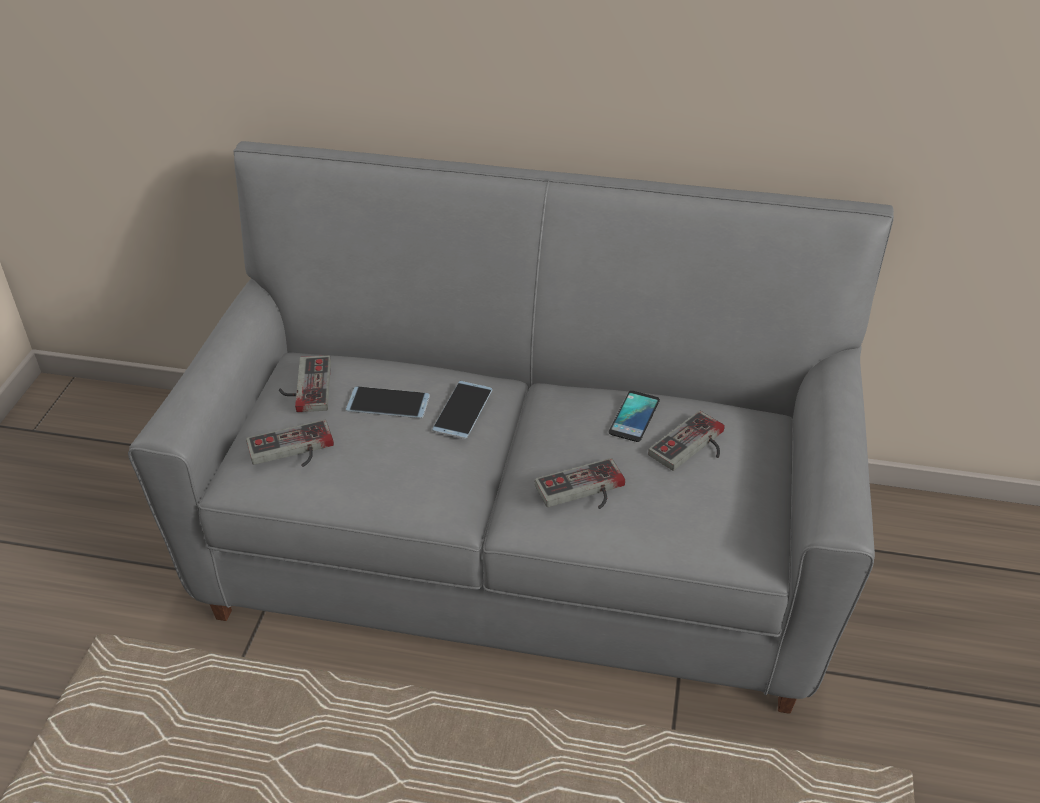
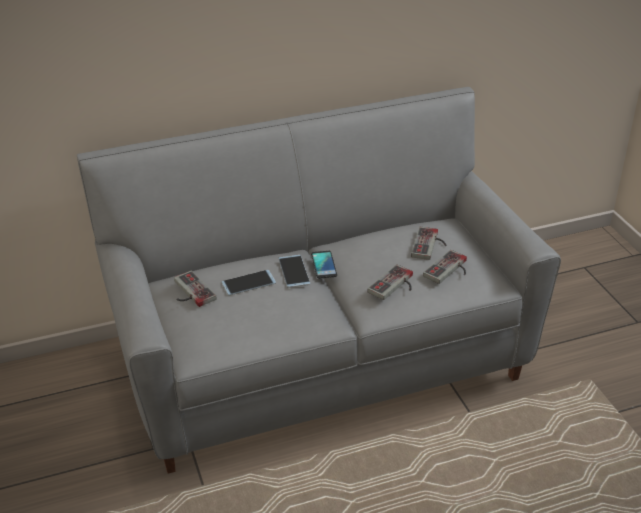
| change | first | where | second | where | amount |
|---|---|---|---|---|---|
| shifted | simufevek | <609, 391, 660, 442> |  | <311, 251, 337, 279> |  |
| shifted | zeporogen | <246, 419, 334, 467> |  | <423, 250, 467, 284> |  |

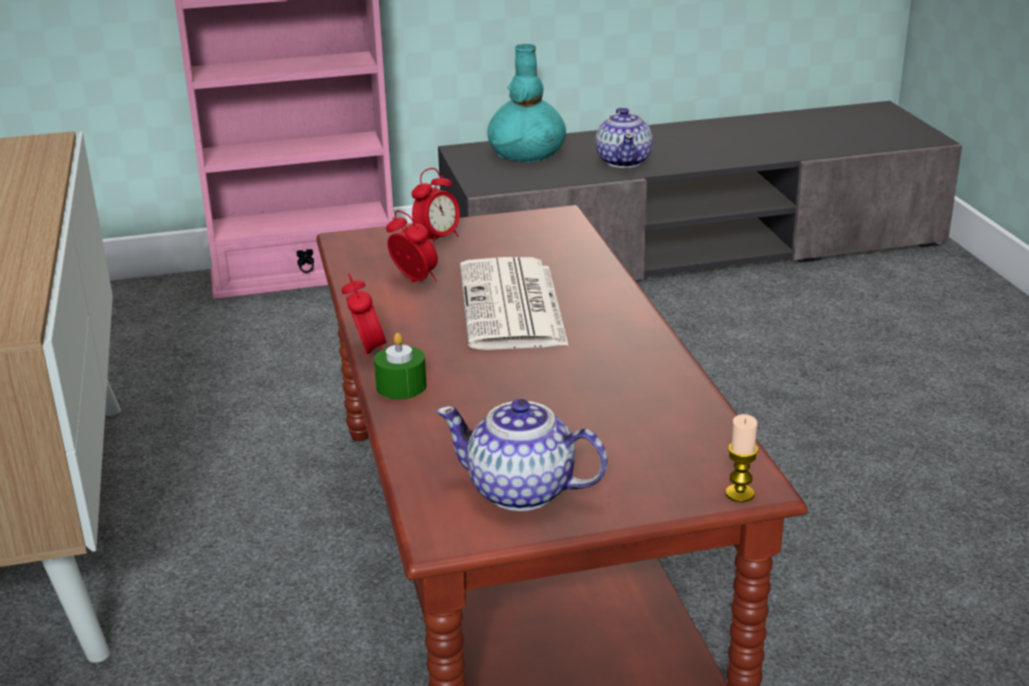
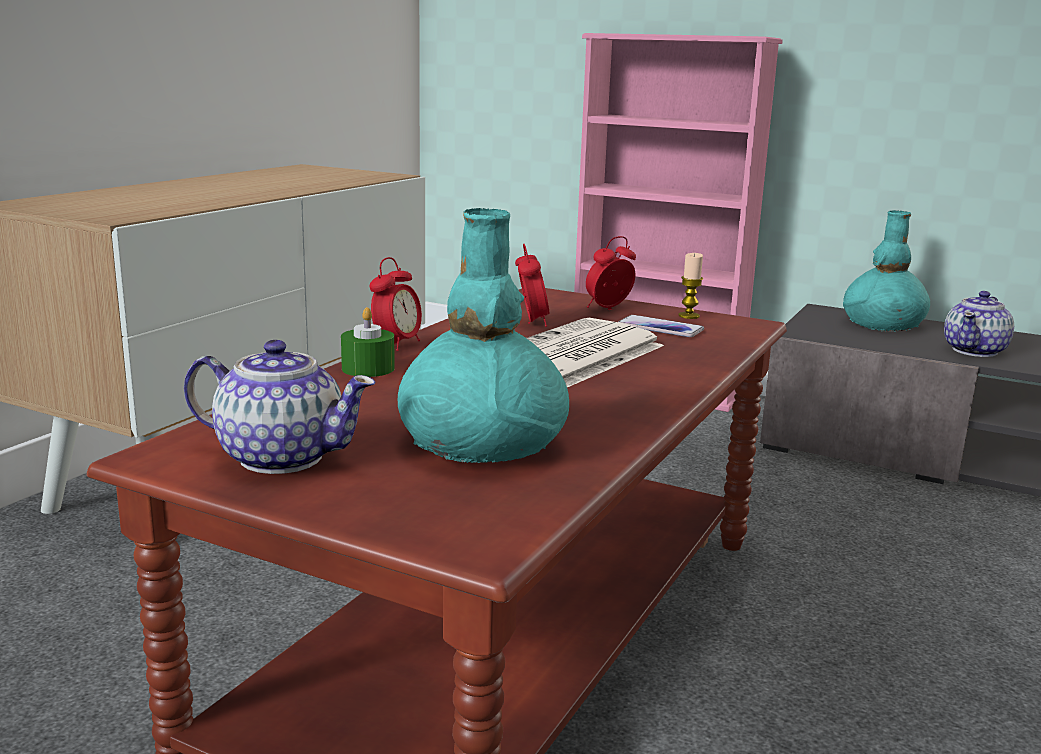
| change | first | where | second | where | amount |
|---|---|---|---|---|---|
| rotated | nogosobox | <412, 168, 460, 246> |  | <586, 236, 636, 310> | 150 degrees clockwise |
| rotated | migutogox | <436, 399, 608, 511> |  | <184, 340, 376, 474> | 135 degrees clockwise |
| shifted | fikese | <725, 414, 758, 502> |  | <678, 253, 703, 319> |  |
| new |  |  | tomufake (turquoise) | <398, 208, 569, 463> |  |
| new |  |  | simufevek | <618, 315, 704, 337> |  |

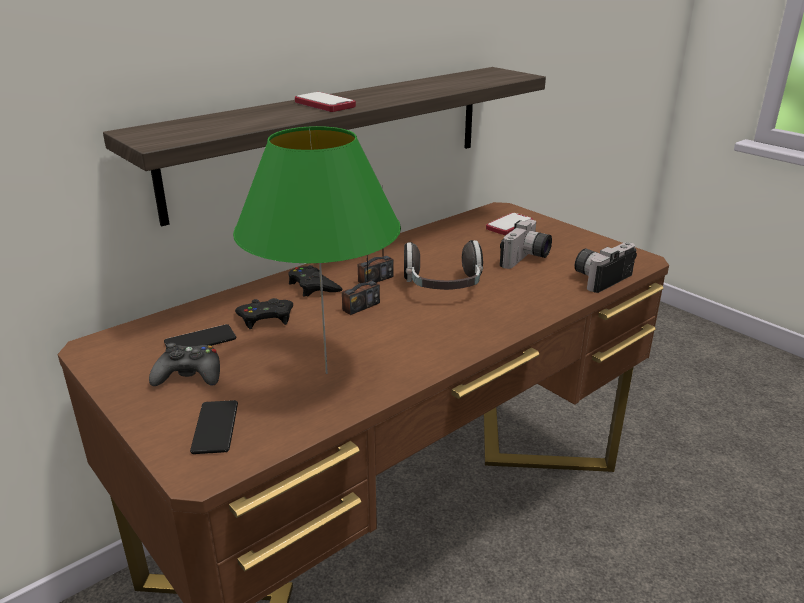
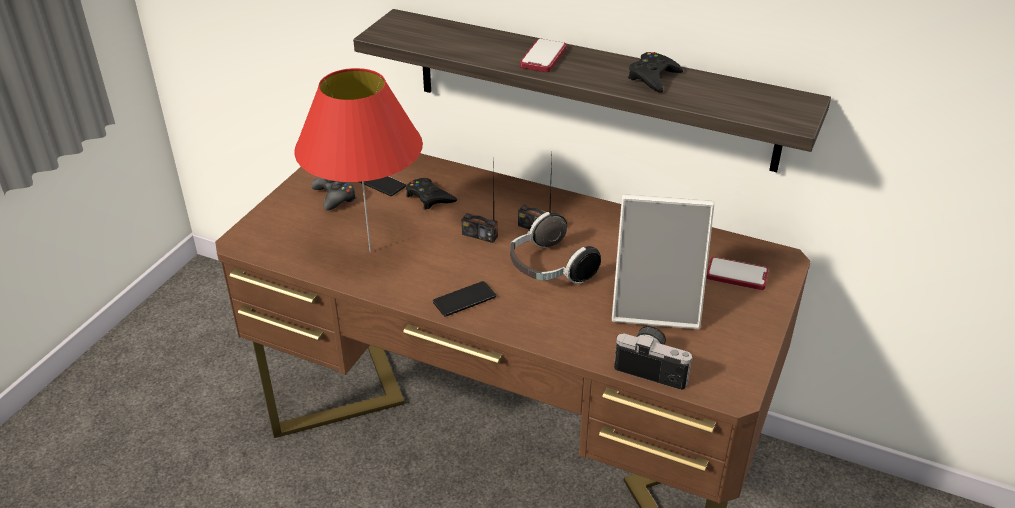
| change | first | where | second | where | amount |
|---|---|---|---|---|---|
| repainted | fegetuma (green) | <233, 126, 401, 374> | fegetuma (red) | <294, 68, 423, 252> |  |
| swapped | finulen | <500, 219, 552, 269> | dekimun | <612, 194, 715, 329> |  |
| shifted | zeporogen (black) | <288, 265, 342, 297> |  | <628, 52, 683, 93> |  |
| shifted | simufevek | <190, 400, 238, 454> |  | <433, 281, 496, 316> |  |

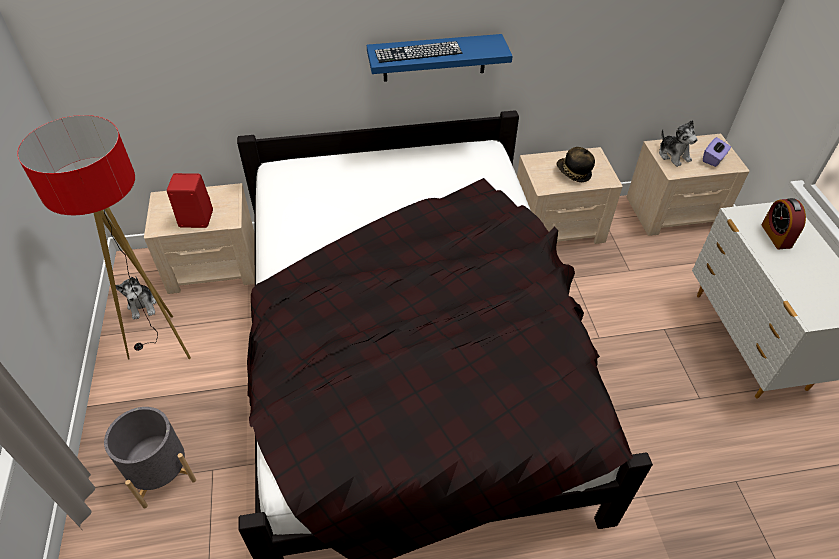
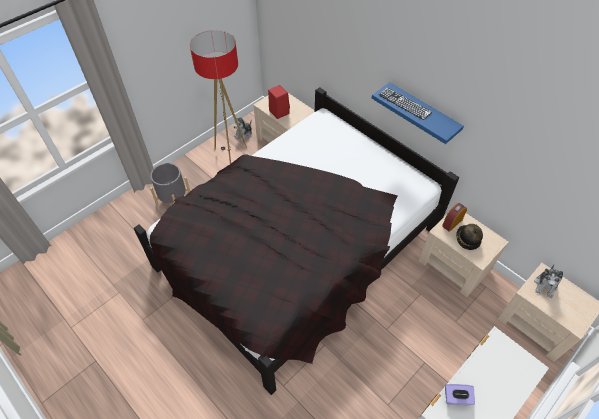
| change | first | where | second | where | amount |
|---|---|---|---|---|---|
| shifted | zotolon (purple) | <703, 137, 731, 167> |  | <445, 384, 475, 405> |  |
| shifted | nogosobox | <761, 198, 806, 249> |  | <442, 203, 467, 232> |  |

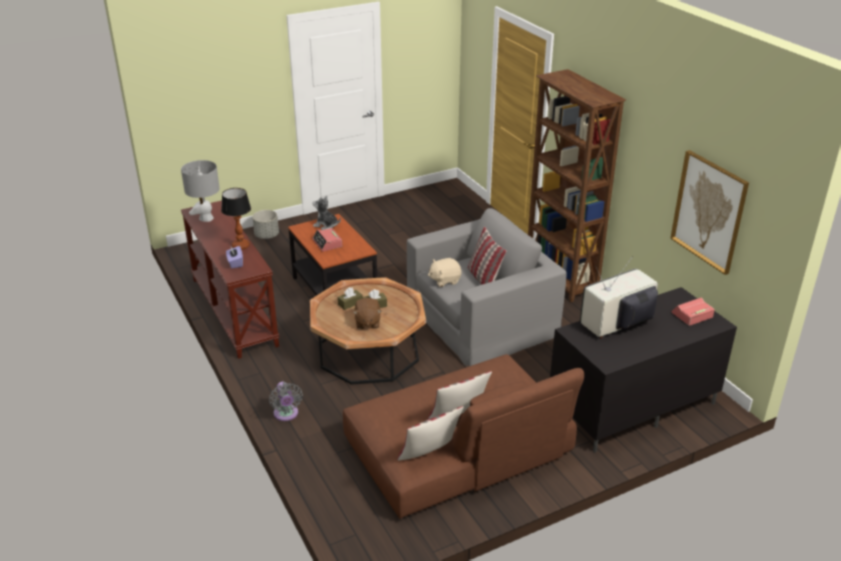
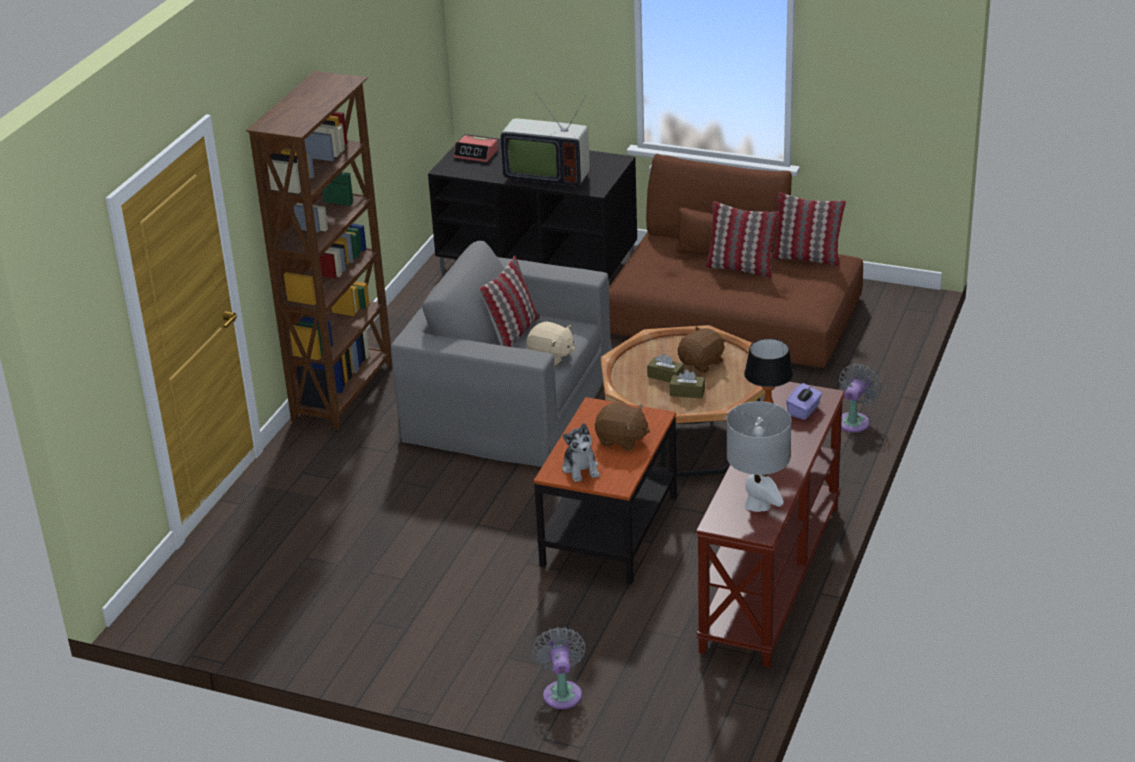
| change | first | where | second | where | amount |
|---|---|---|---|---|---|
| gone | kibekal | <670, 150, 749, 275> |  |  |  |
| swapped | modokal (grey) | <252, 210, 279, 239> | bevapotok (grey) | <533, 627, 586, 709> |  |
| swapped | nogosobox | <312, 228, 342, 252> | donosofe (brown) | <595, 402, 650, 451> |  |

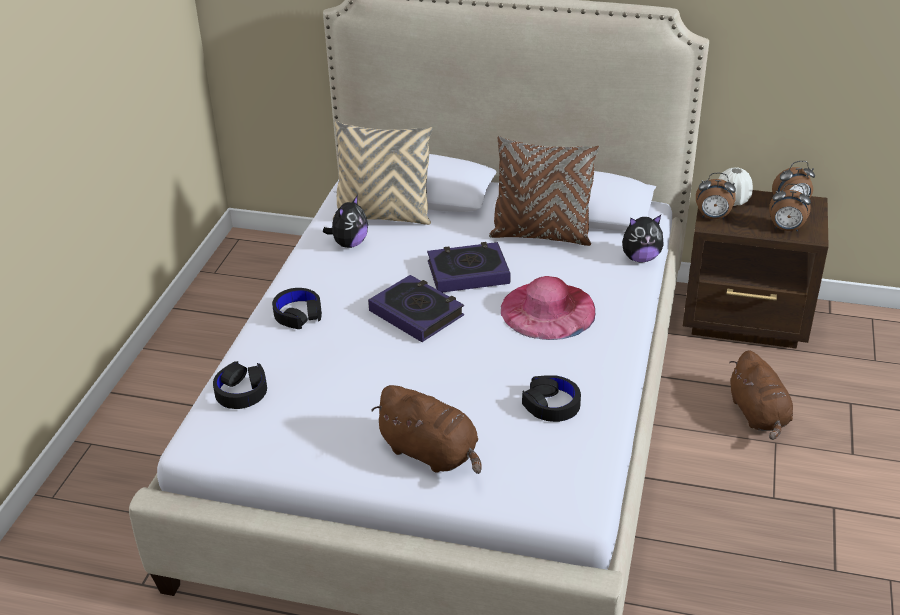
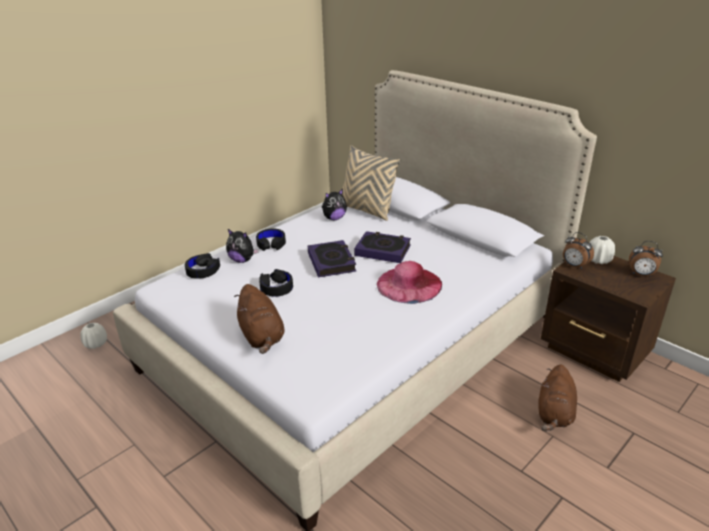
| change | first | where | second | where | amount |
|---|---|---|---|---|---|
| gone | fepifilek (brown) | <489, 136, 600, 246> |  |  |  |
| gone | nogosobox | <769, 184, 811, 231> |  |  |  |
| shifted | donosofe | <622, 215, 664, 263> |  | <226, 229, 259, 263> |  |
| shifted | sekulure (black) | <522, 375, 581, 422> |  | <259, 269, 293, 296> |  |
| new |  |  | tomufake (white) | <80, 323, 107, 349> |  |

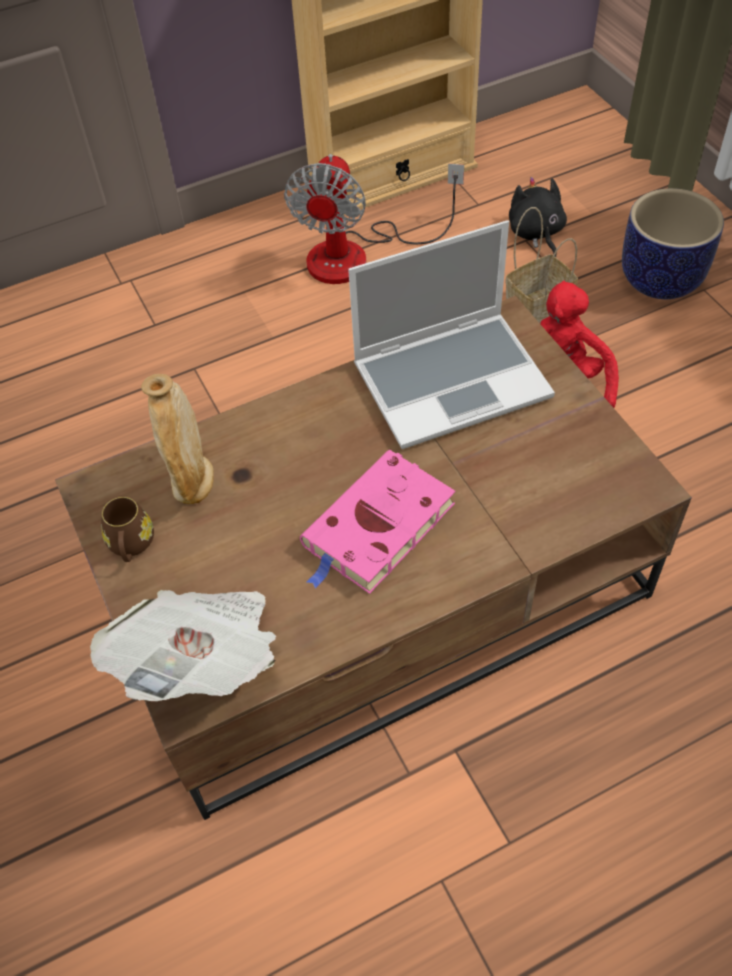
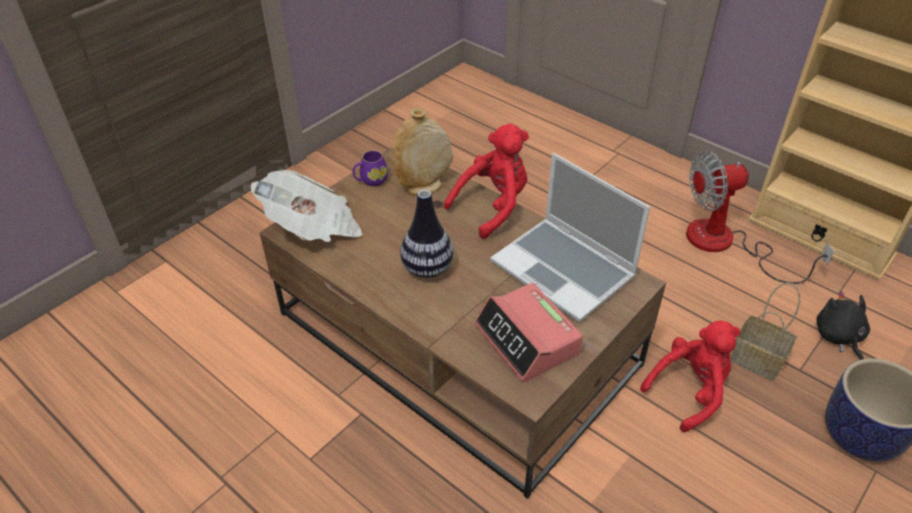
| change | first | where | second | where | amount |
|---|---|---|---|---|---|
| rotated | donosofe (black) | <509, 177, 567, 257> |  | <816, 291, 870, 360> | 60 degrees counterclockwise |
| swapped | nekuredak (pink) | <300, 450, 455, 594> | tomufake | <400, 189, 454, 278> |  |
| repainted | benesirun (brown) | <101, 497, 154, 562> | benesirun (purple) | <353, 151, 388, 186> |  |
| new |  |  | donosofe (red) | <444, 124, 529, 239> |  |
| new |  |  | nogosobox | <475, 283, 583, 382> |  |

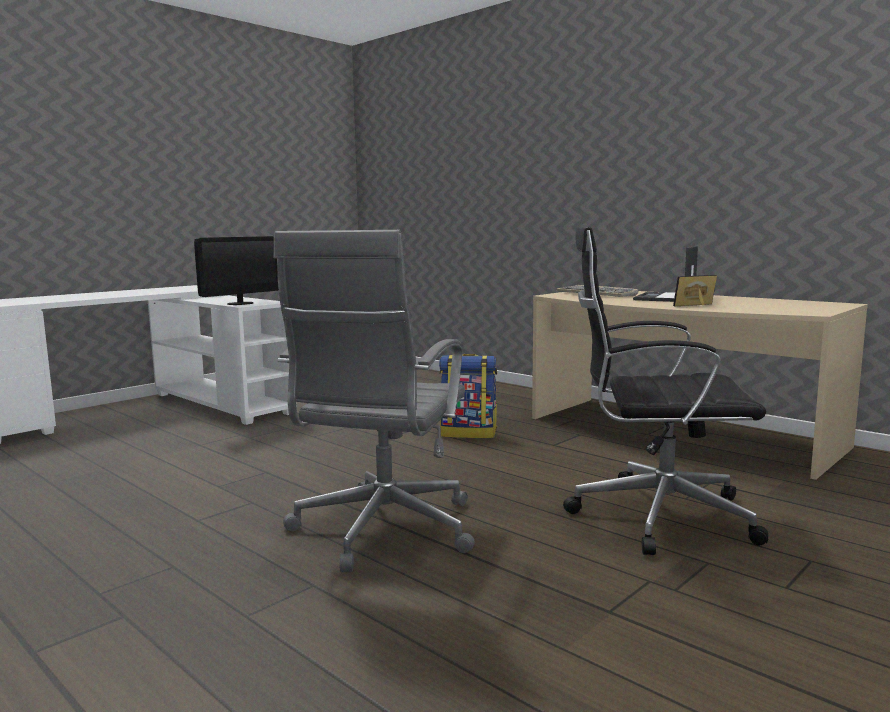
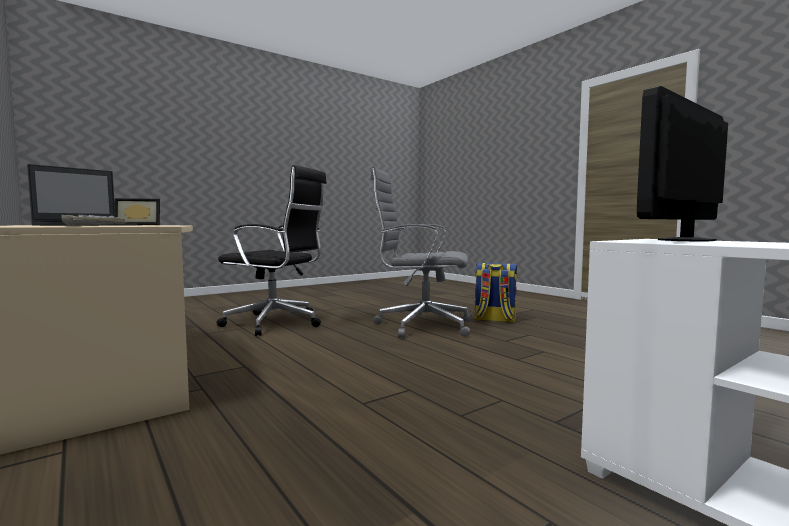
| change | first | where | second | where | amount |
|---|---|---|---|---|---|
| rotated | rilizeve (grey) | <273, 230, 475, 572> |  | <370, 167, 472, 338> | 105 degrees counterclockwise |
| shifted | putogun | <439, 354, 497, 438> |  | <474, 263, 517, 322> |  |

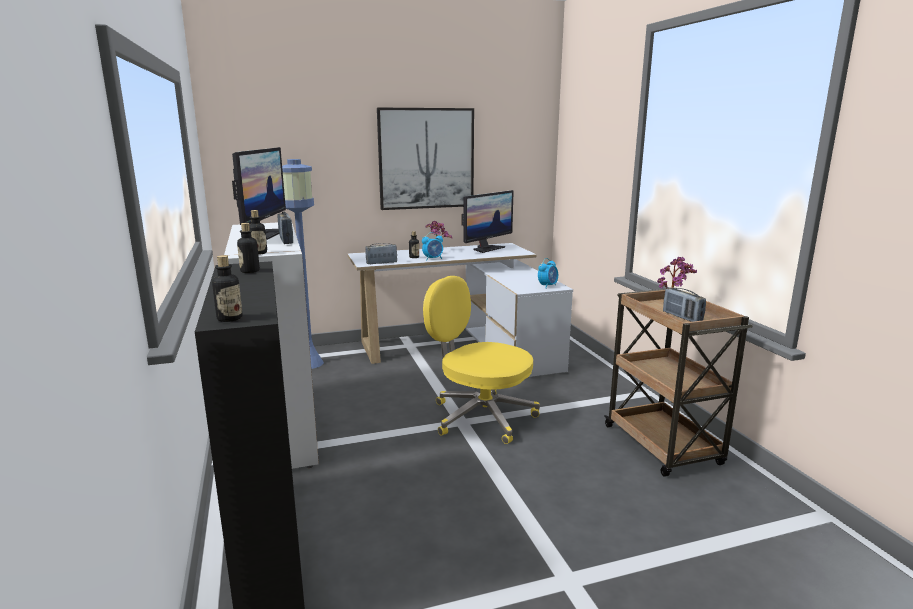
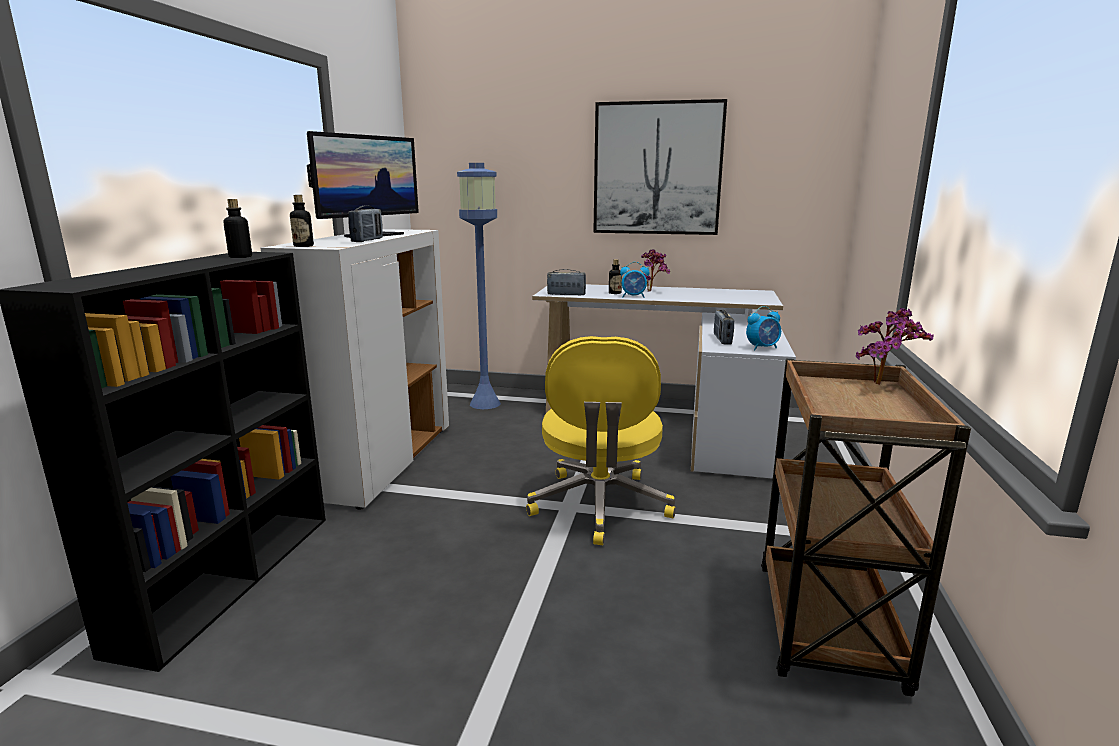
| change | first | where | second | where | amount |
|---|---|---|---|---|---|
| gone | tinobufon | <462, 190, 514, 253> |  |  |  |
| gone | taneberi | <212, 255, 243, 322> |  |  |  |
| rotated | rilizeve (yellow) | <423, 276, 540, 444> |  | <526, 336, 676, 545> | 150 degrees counterclockwise |
| shifted | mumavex | <663, 288, 706, 322> |  | <714, 310, 734, 345> |  |

